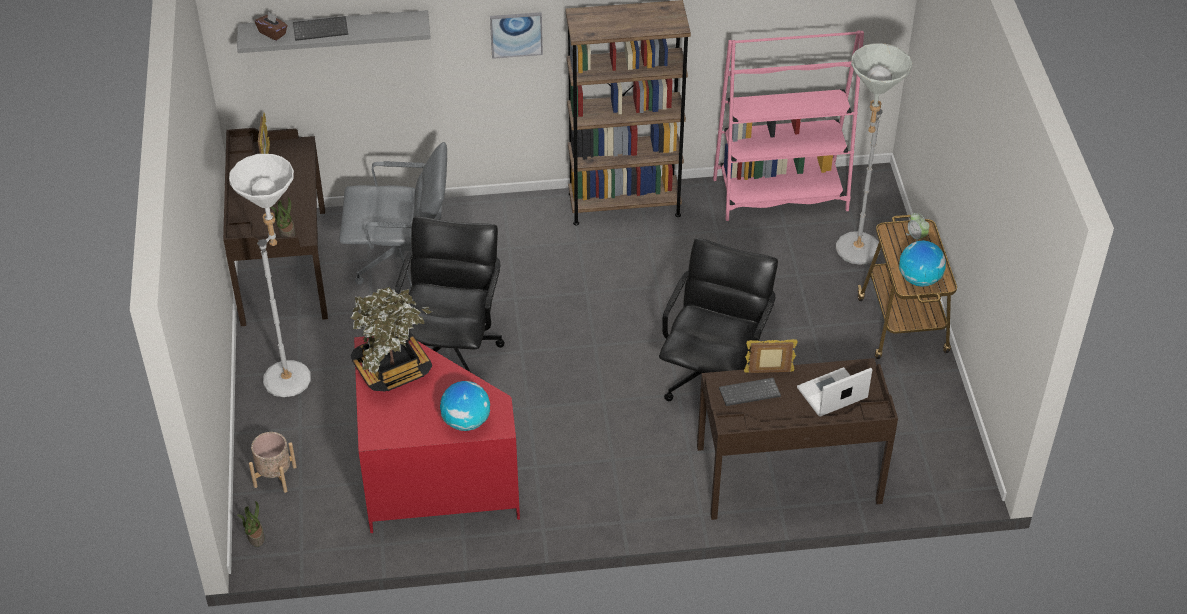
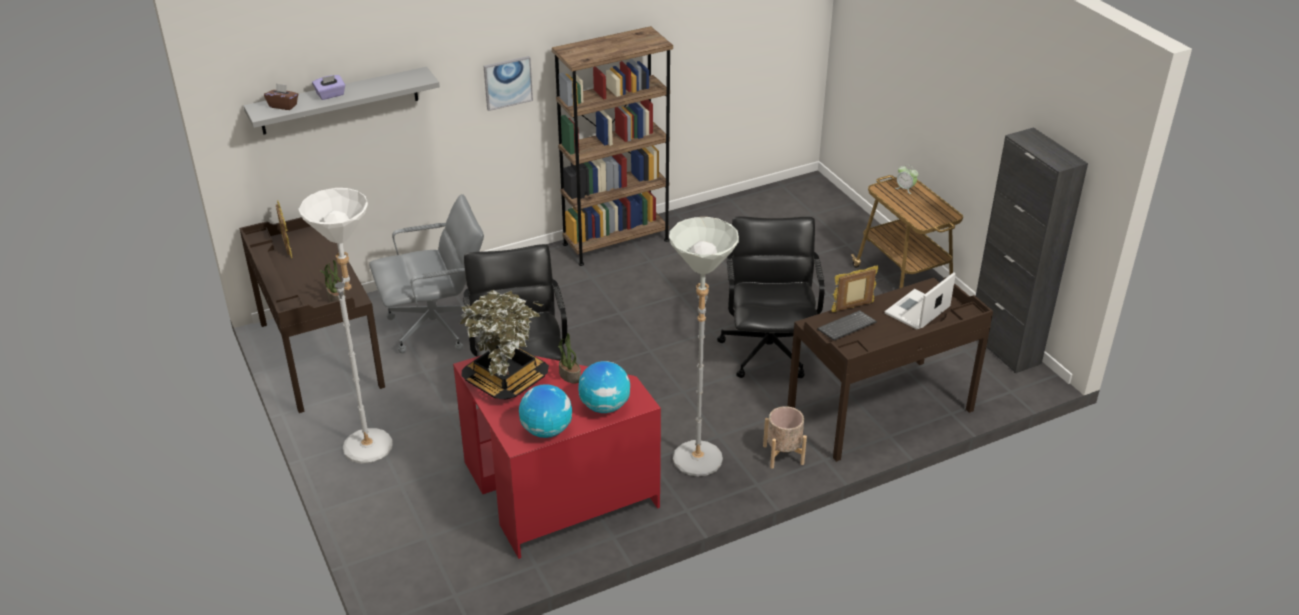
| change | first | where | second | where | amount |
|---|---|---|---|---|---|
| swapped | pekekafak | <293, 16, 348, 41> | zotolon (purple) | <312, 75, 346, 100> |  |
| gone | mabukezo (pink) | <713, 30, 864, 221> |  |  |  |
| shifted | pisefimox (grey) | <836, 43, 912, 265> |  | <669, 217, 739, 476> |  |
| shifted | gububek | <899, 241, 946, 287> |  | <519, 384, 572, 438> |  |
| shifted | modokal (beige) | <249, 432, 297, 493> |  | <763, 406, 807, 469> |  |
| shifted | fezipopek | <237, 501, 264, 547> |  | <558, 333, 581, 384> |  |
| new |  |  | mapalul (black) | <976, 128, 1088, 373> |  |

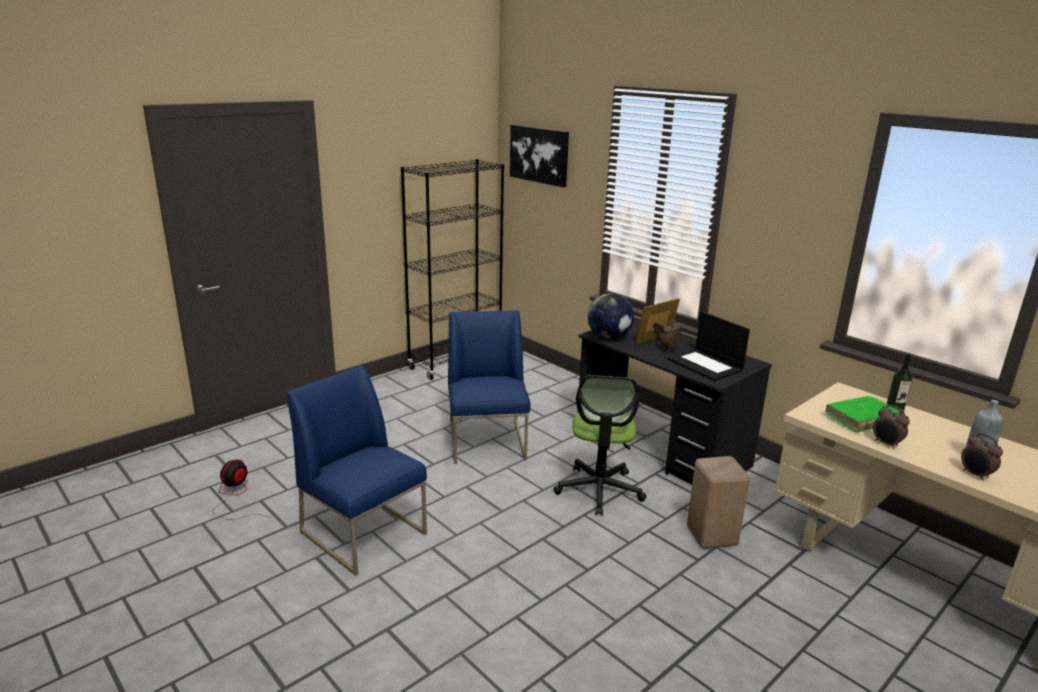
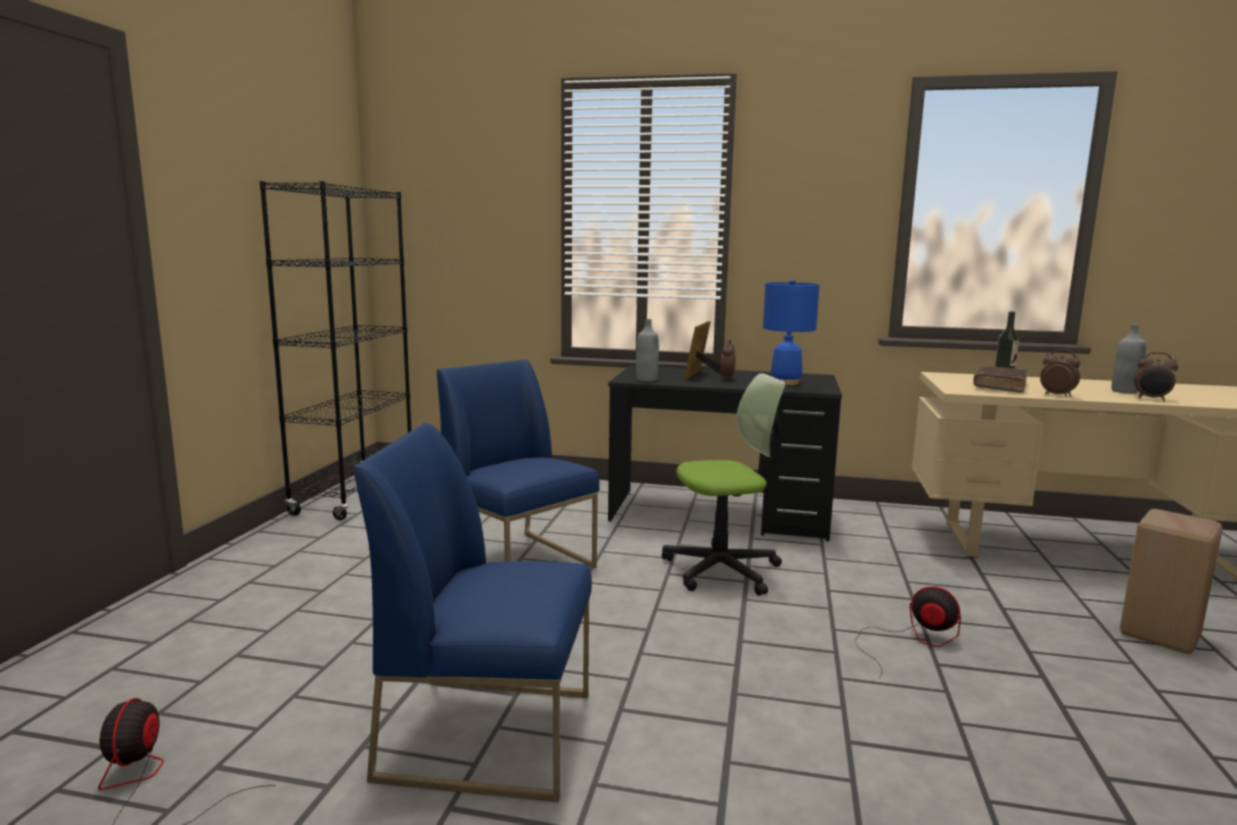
| change | first | where | second | where | amount |
|---|---|---|---|---|---|
| gone | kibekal | <510, 125, 569, 187> |  |  |  |
| swapped | gububek | <587, 293, 634, 339> | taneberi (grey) | <636, 319, 659, 382> |  |
| swapped | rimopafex | <667, 311, 750, 381> | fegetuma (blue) | <763, 279, 819, 385> |  |
| rotated | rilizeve | <553, 375, 646, 516> |  | <662, 373, 786, 596> | 75 degrees counterclockwise |
| repainted | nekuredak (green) | <826, 396, 900, 432> | nekuredak (brown) | <973, 366, 1027, 393> |  |
| rotated | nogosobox | <873, 405, 910, 449> |  | <1040, 349, 1080, 397> | 150 degrees counterclockwise |
| shifted | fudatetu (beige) | <687, 456, 750, 549> |  | <1120, 509, 1223, 654> |  |
| new |  |  | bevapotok | <855, 586, 961, 679> |  |

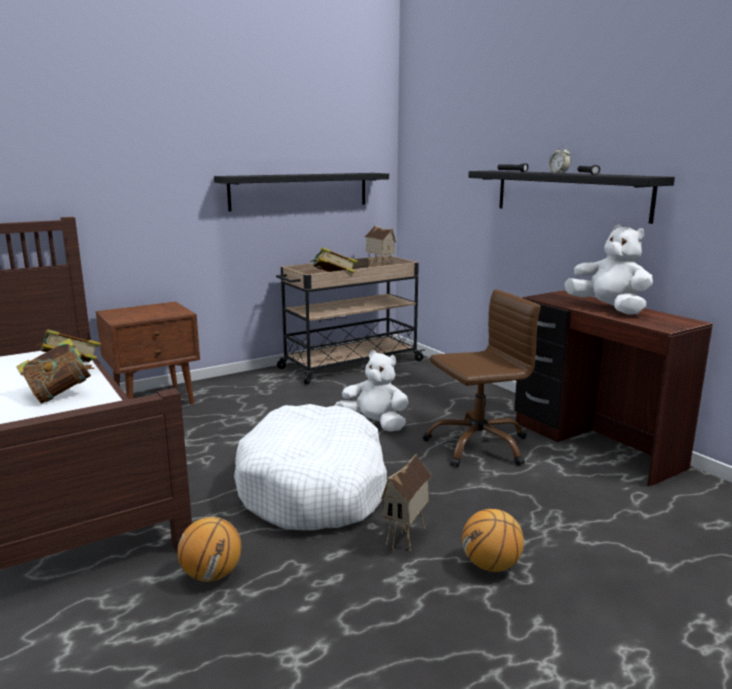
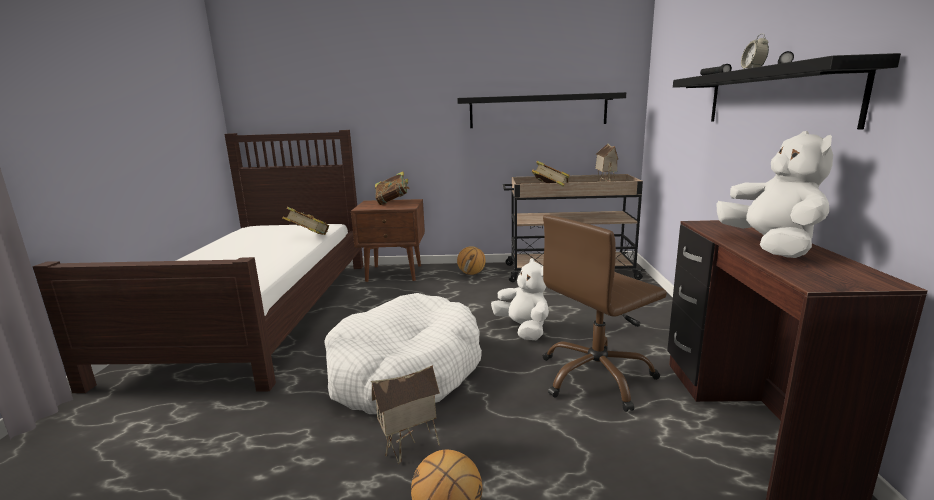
| change | first | where | second | where | amount |
|---|---|---|---|---|---|
| rotated | rilizeve (brown) | <422, 289, 541, 467> |  | <543, 215, 667, 412> | 135 degrees clockwise |
| shifted | nekuredak | <16, 338, 94, 404> |  | <375, 172, 409, 205> |  |
| shifted | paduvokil | <178, 517, 241, 582> |  | <457, 246, 486, 275> |  |

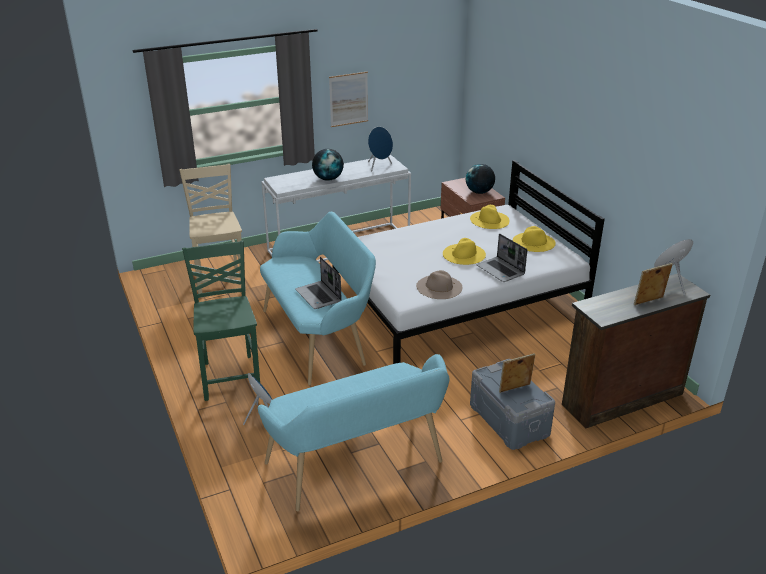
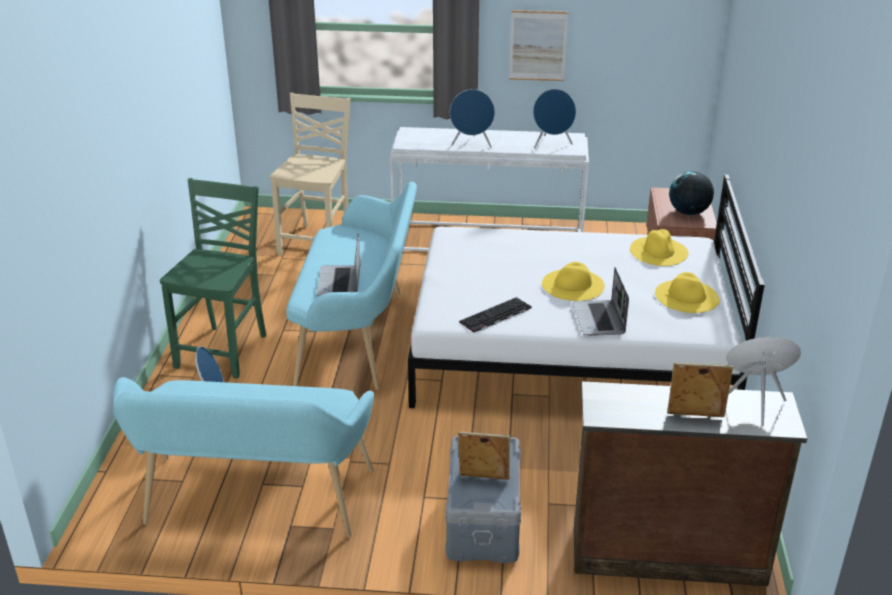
| change | first | where | second | where | amount |
|---|---|---|---|---|---|
| swapped | gububek | <312, 149, 344, 181> | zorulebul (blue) | <450, 89, 495, 148> |  |
| swapped | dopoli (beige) | <416, 270, 462, 299> | pekekafak | <459, 297, 532, 333> |  |

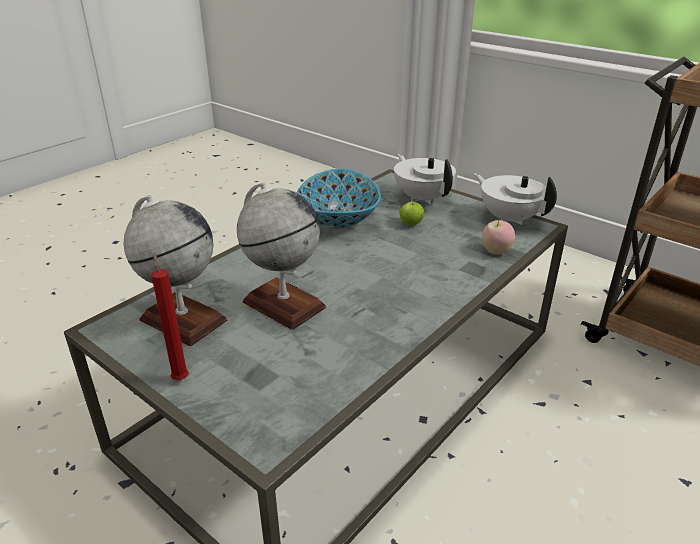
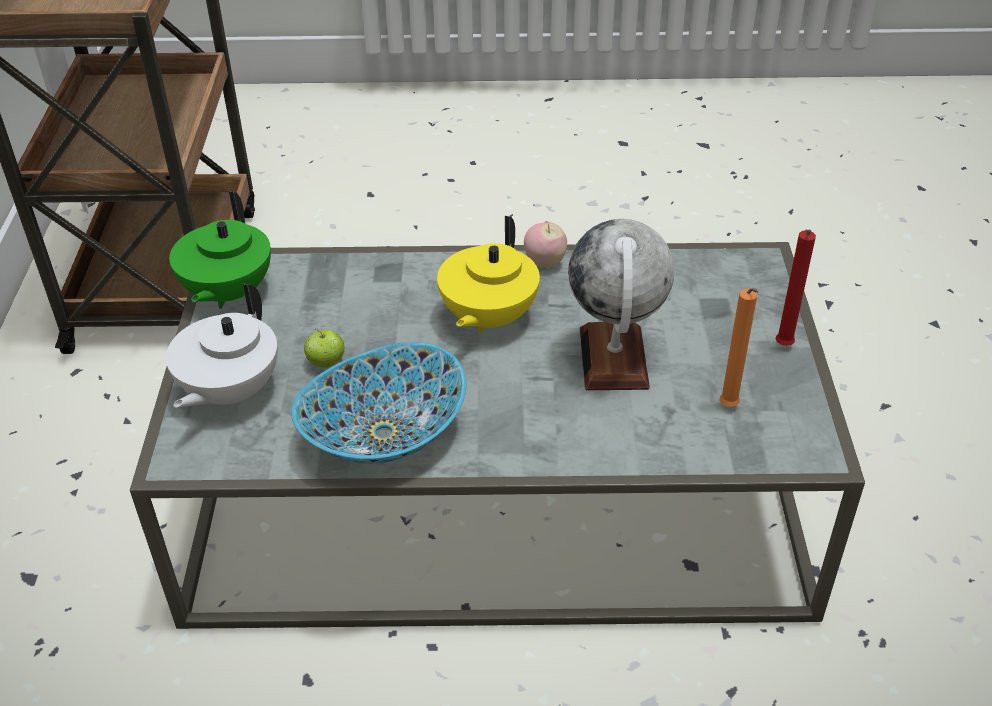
| change | first | where | second | where | amount |
|---|---|---|---|---|---|
| repainted | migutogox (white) | <474, 173, 557, 225> | migutogox (green) | <169, 192, 271, 309> |  |
| swapped | gububek | <124, 195, 228, 346> | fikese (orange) | <720, 288, 758, 407> |  |
| shifted | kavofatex | <482, 220, 515, 254> |  | <524, 222, 567, 268> |  |
| new |  |  | migutogox (yellow) | <437, 216, 540, 334> |  |

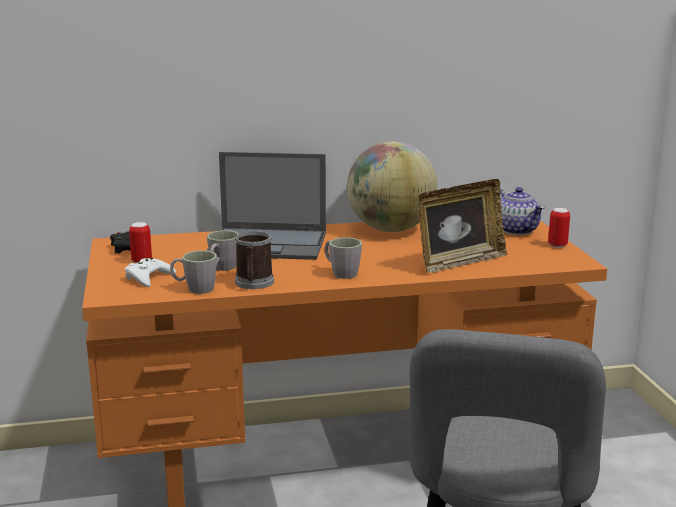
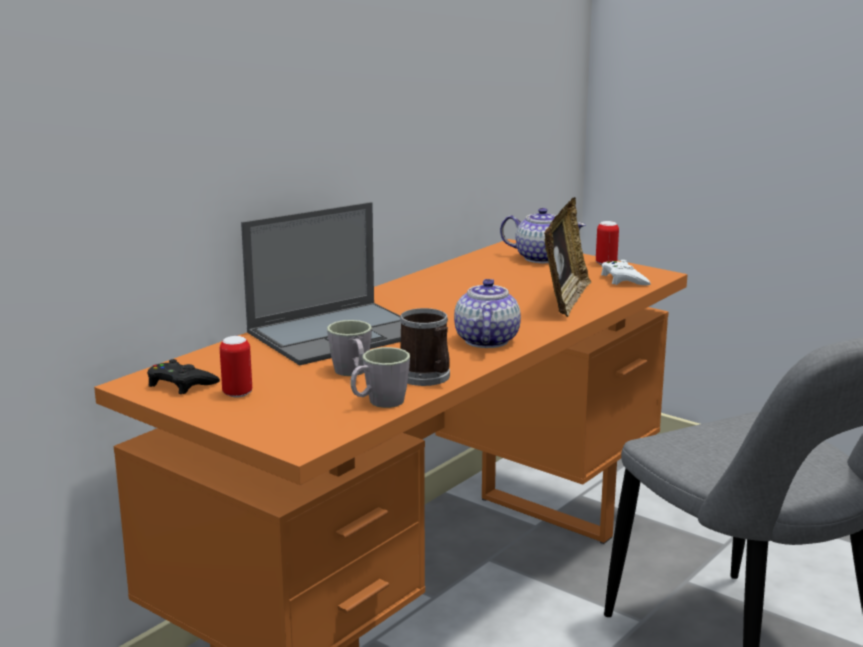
| change | first | where | second | where | amount |
|---|---|---|---|---|---|
| gone | gububek | <347, 141, 437, 232> |  |  |  |
| swapped | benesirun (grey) | <325, 237, 362, 279> | migutogox | <454, 279, 521, 348> |  |
| shifted | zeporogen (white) | <125, 258, 176, 287> |  | <601, 260, 651, 285> |  |

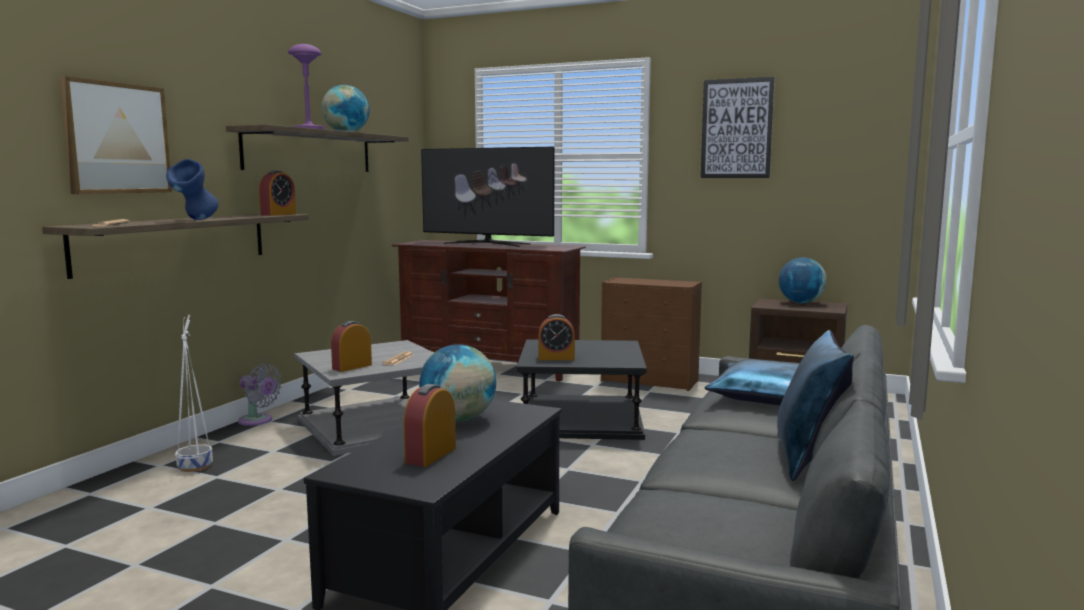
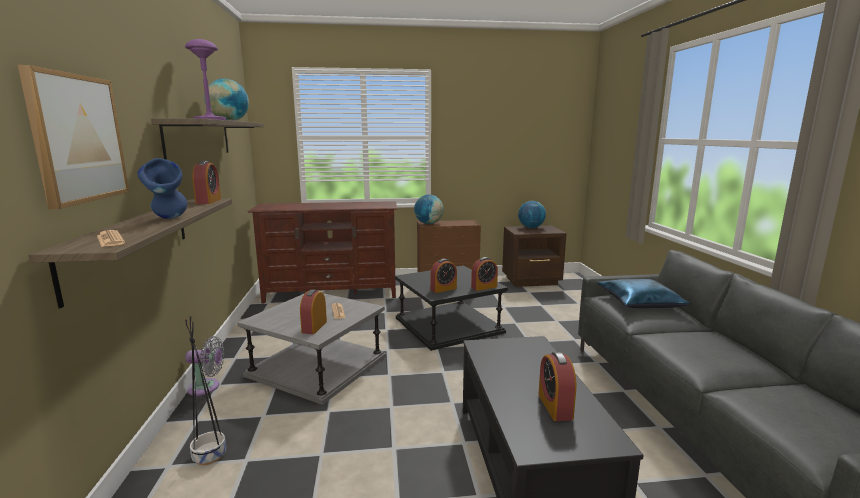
| change | first | where | second | where | amount |
|---|---|---|---|---|---|
| gone | kibekal | <701, 77, 775, 178> |  |  |  |
| gone | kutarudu | <421, 147, 554, 247> |  |  |  |
| repainted | modokal (white) | <175, 315, 213, 472> | modokal (black) | <185, 316, 226, 465> |  |
| gone | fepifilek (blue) | <777, 330, 854, 481> |  |  |  |
| shifted | gububek | <419, 344, 496, 422> |  | <414, 194, 444, 224> |  |
| new |  |  | nogosobox | <471, 257, 498, 291> |  |

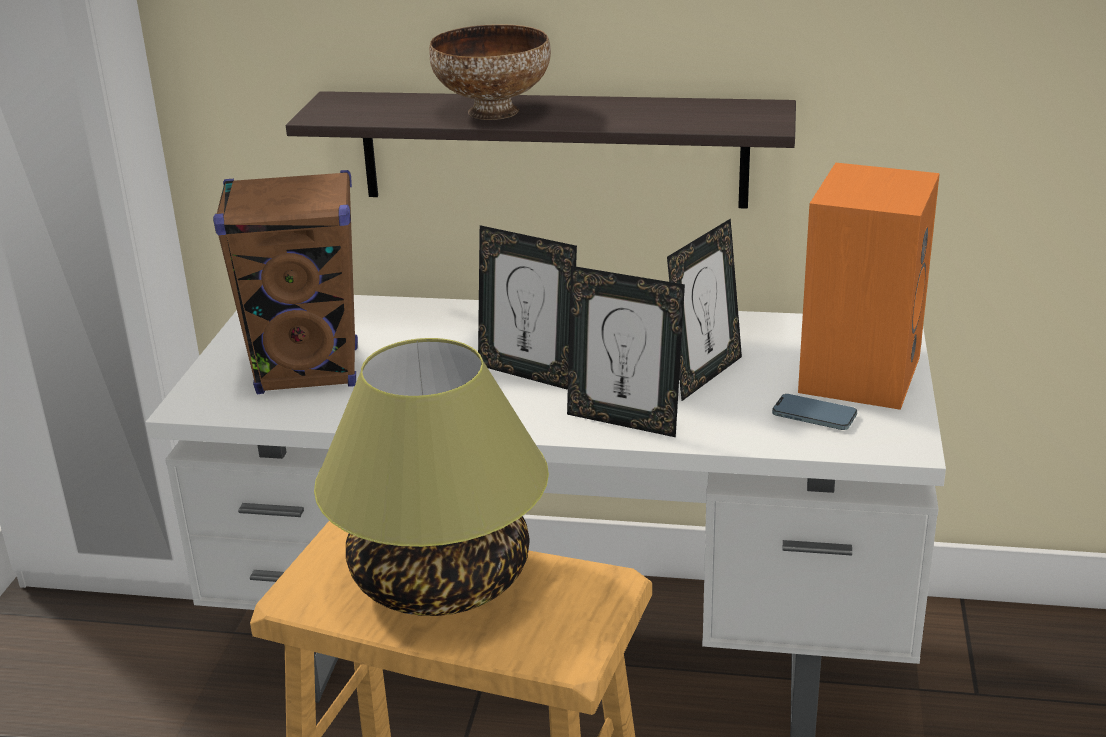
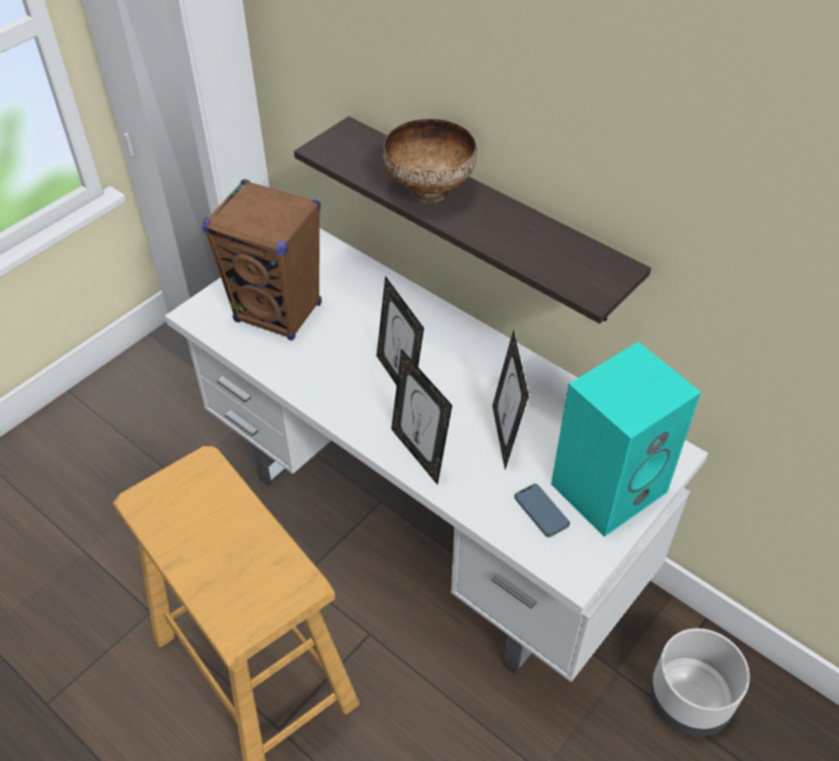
| change | first | where | second | where | amount |
|---|---|---|---|---|---|
| repainted | zorulebul (orange) | <798, 163, 940, 410> | zorulebul (turquoise) | <551, 342, 701, 537> |  |
| rotated | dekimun | <667, 219, 742, 401> |  | <492, 330, 529, 470> | 105 degrees clockwise |
| gone | fegetuma | <314, 338, 549, 616> |  |  |  |
| new |  |  | modokal (grey) | <650, 628, 750, 736> |  |

